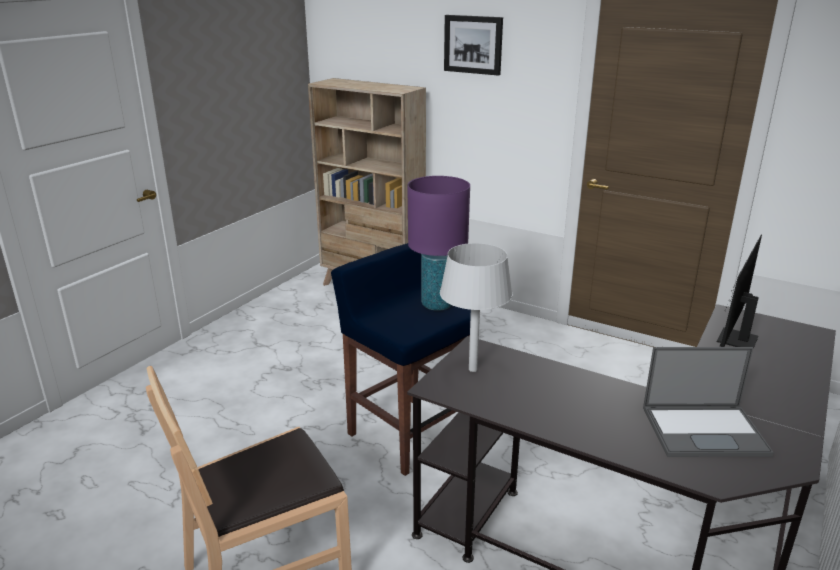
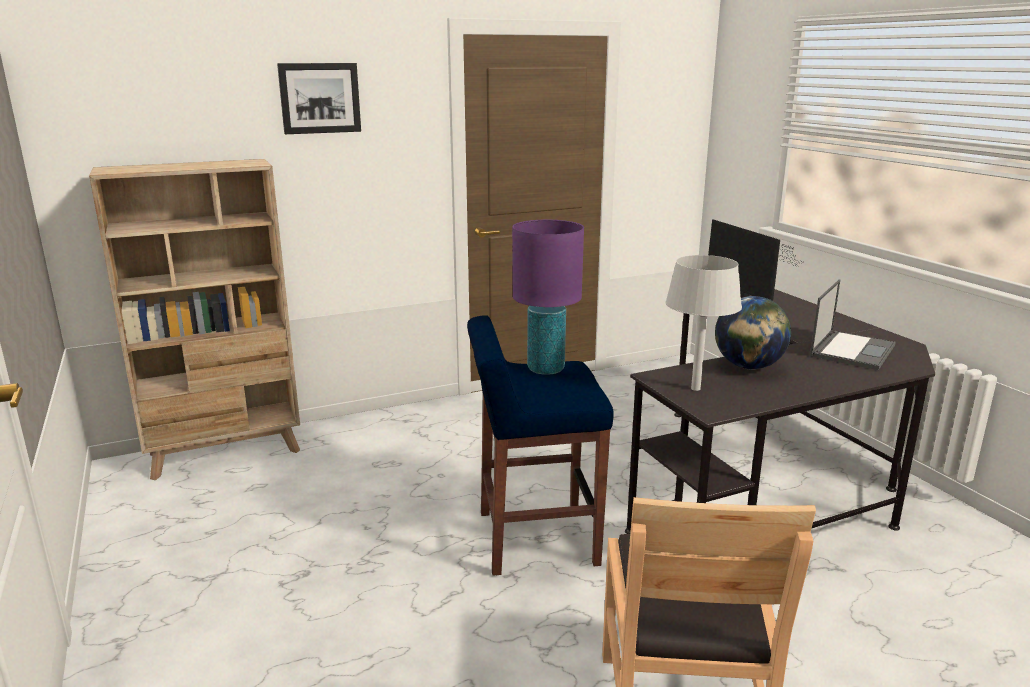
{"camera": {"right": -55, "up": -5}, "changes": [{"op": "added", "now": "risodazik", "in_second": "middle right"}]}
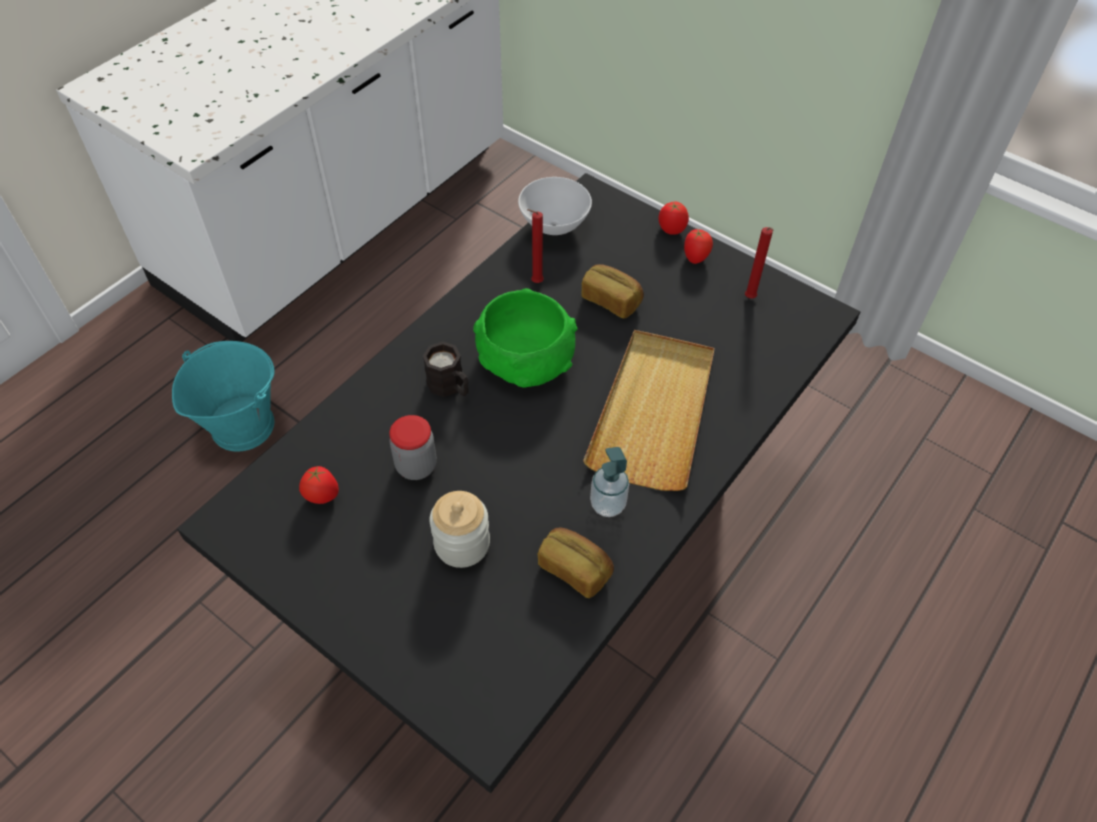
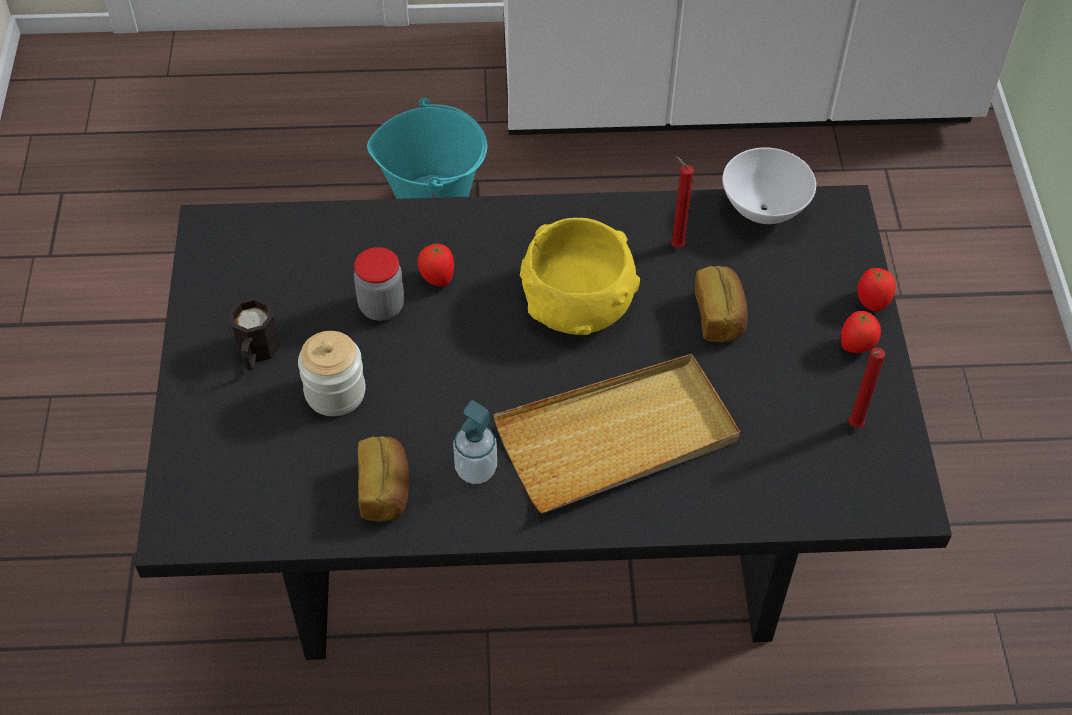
{"camera": {"right": 50, "up": 0}, "changes": [{"op": "moved", "was": "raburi (1st from left)", "in_first": "middle left", "in_second": "centre"}, {"op": "moved", "was": "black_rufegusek", "in_first": "centre", "in_second": "middle left"}, {"op": "recoloured", "was": "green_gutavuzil", "now": "yellow_gutavuzil", "in_first": "centre", "in_second": "centre"}]}
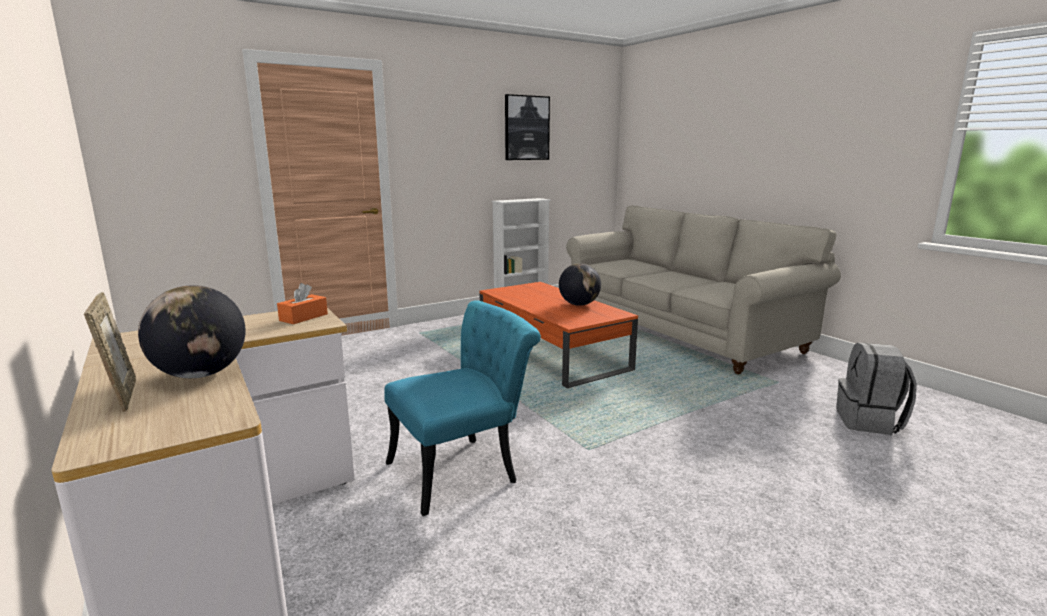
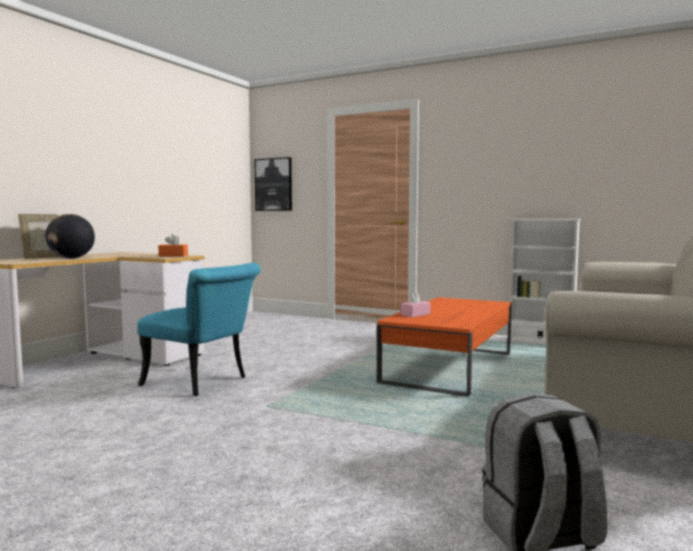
{"camera": {"right": 60, "up": -10}, "changes": [{"op": "removed", "was": "risodazik (2nd from left)", "in_first": "centre"}, {"op": "added", "now": "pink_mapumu", "in_second": "centre"}, {"op": "moved", "was": "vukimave", "in_first": "top centre", "in_second": "centre"}]}
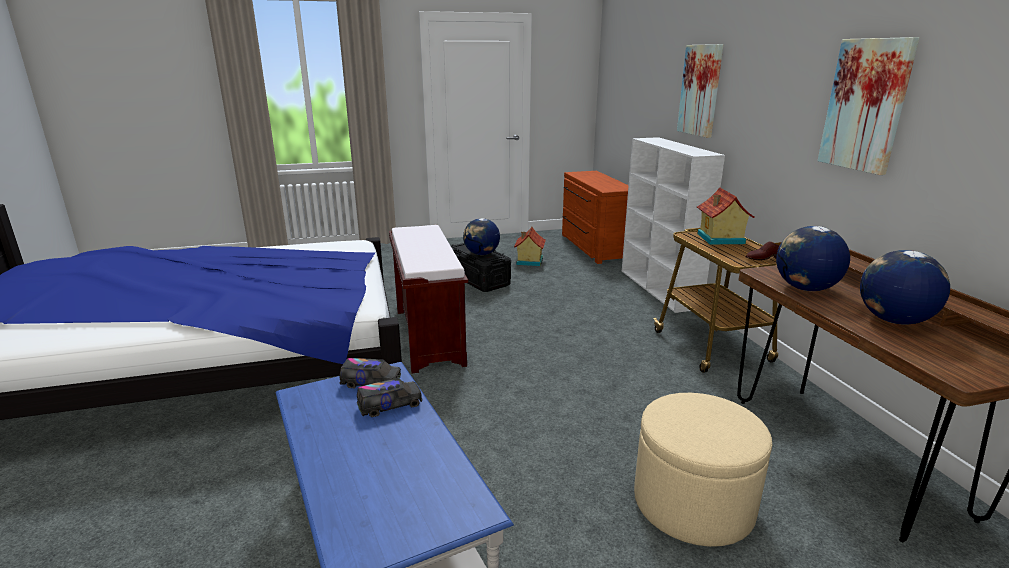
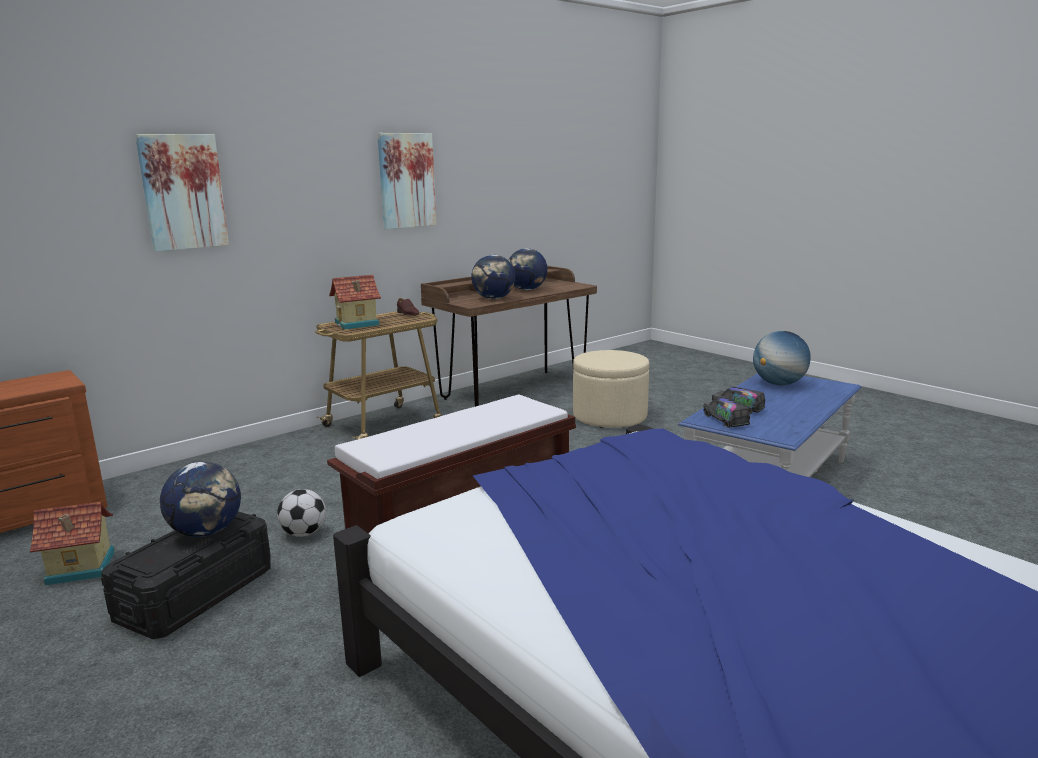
{"camera": {"right": -115, "up": -5}, "changes": [{"op": "removed", "was": "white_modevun", "in_first": "middle right"}, {"op": "added", "now": "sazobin", "in_second": "bottom left"}, {"op": "added", "now": "risodazik (4th from left)", "in_second": "middle right"}]}
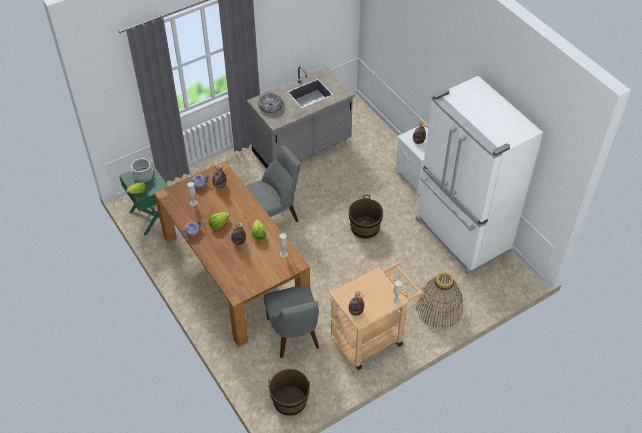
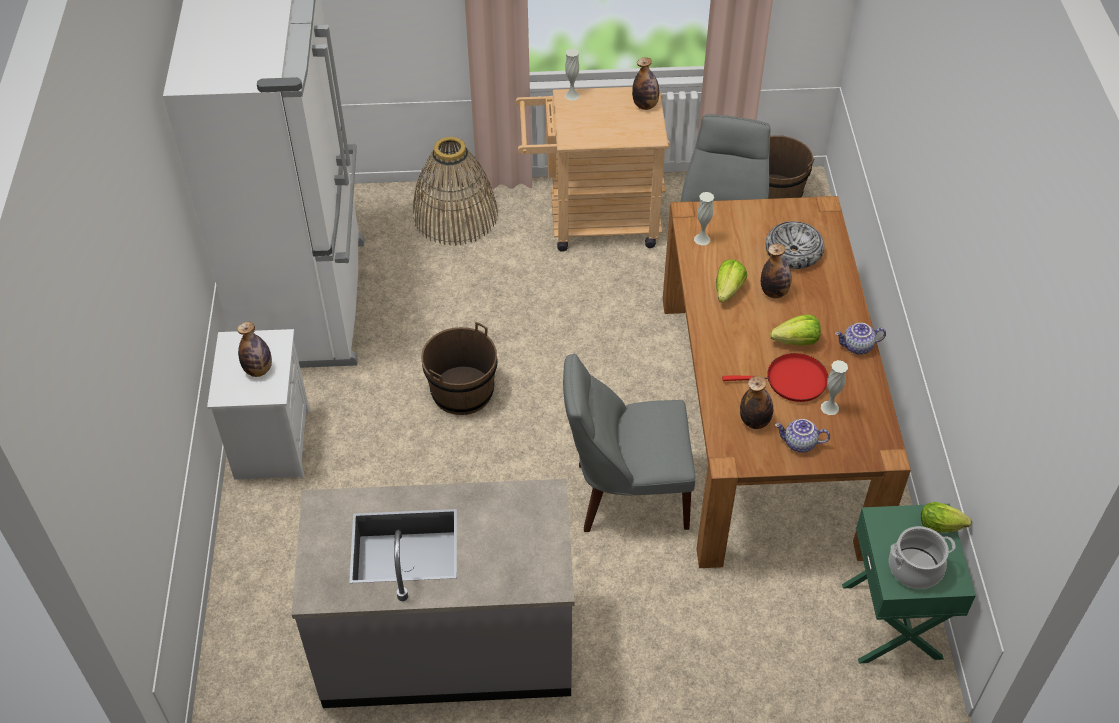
{"camera": {"right": -150, "up": 0}, "changes": [{"op": "added", "now": "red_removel", "in_second": "middle right"}, {"op": "moved", "was": "gutavuzil", "in_first": "top centre", "in_second": "middle right"}]}
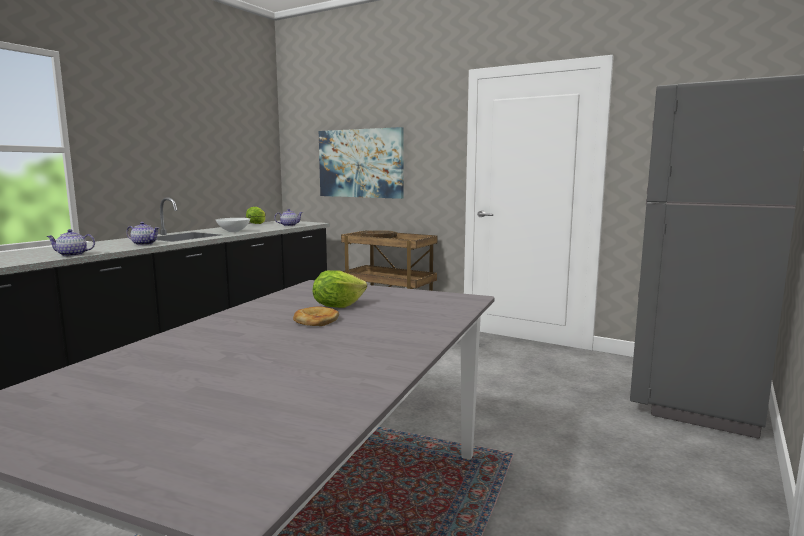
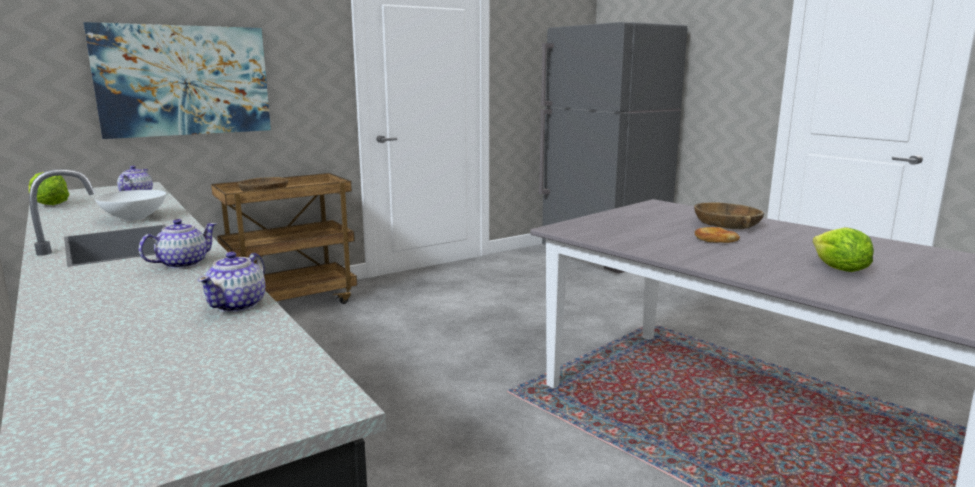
{"camera": {"right": -65, "up": 5}, "changes": [{"op": "added", "now": "brown_gutavuzil (2nd from left)", "in_second": "middle right"}, {"op": "moved", "was": "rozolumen (2nd from left)", "in_first": "centre", "in_second": "middle right"}]}
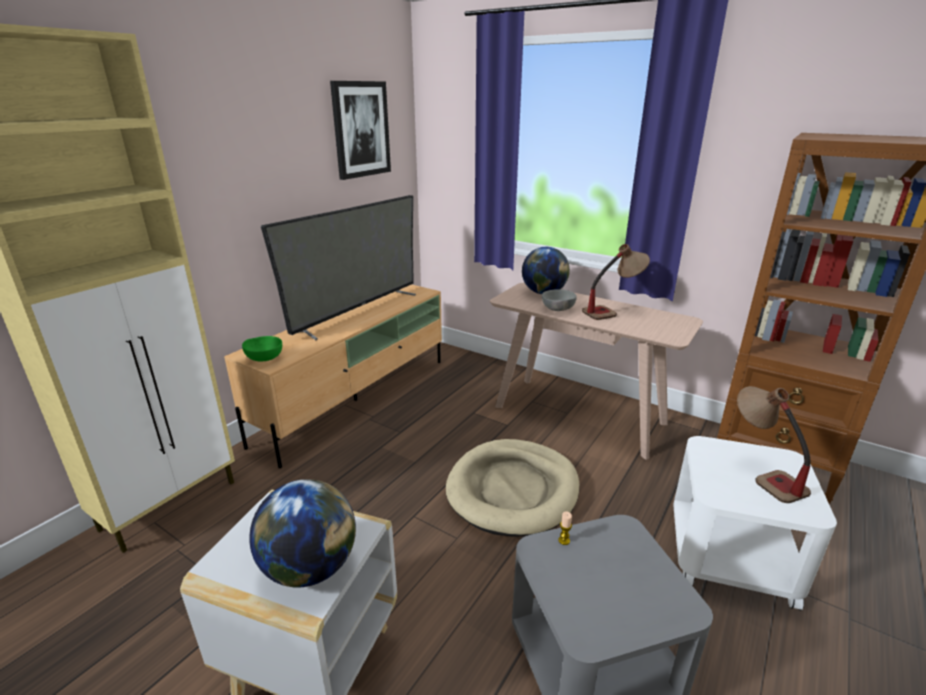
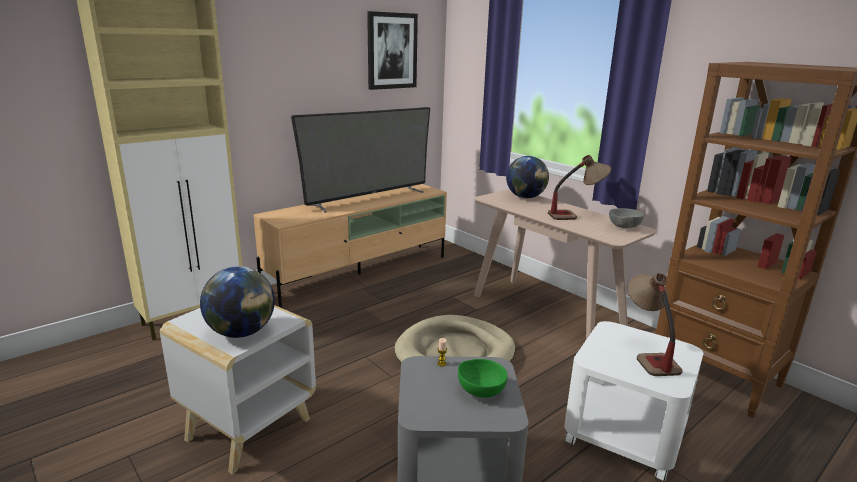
{"camera": {"right": 15, "up": -5}, "changes": [{"op": "moved", "was": "green_gutavuzil", "in_first": "middle left", "in_second": "bottom centre"}, {"op": "moved", "was": "grey_gutavuzil", "in_first": "centre", "in_second": "middle right"}]}
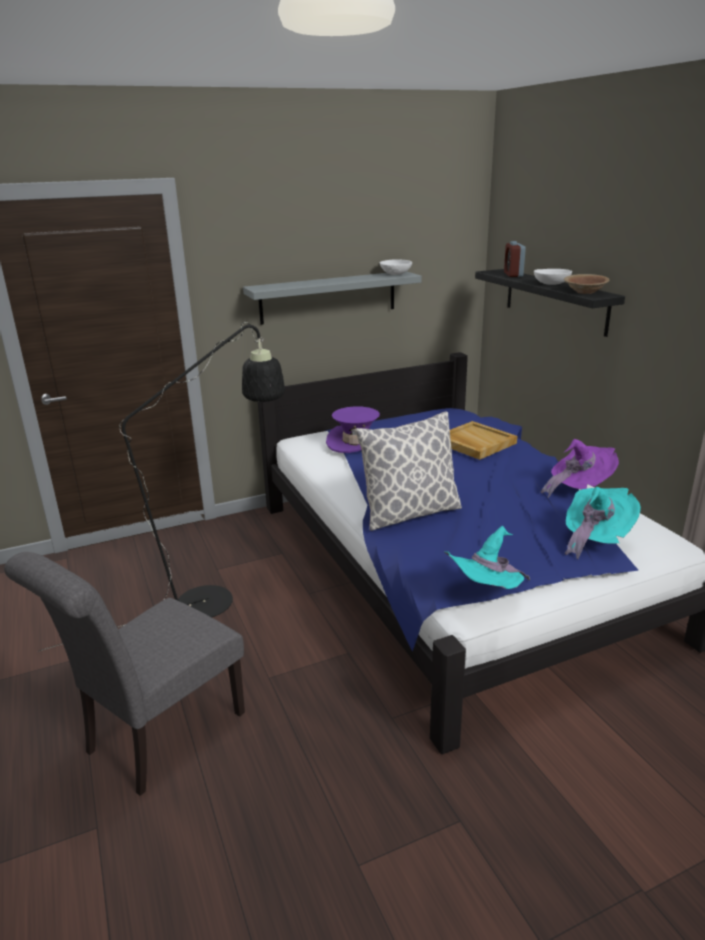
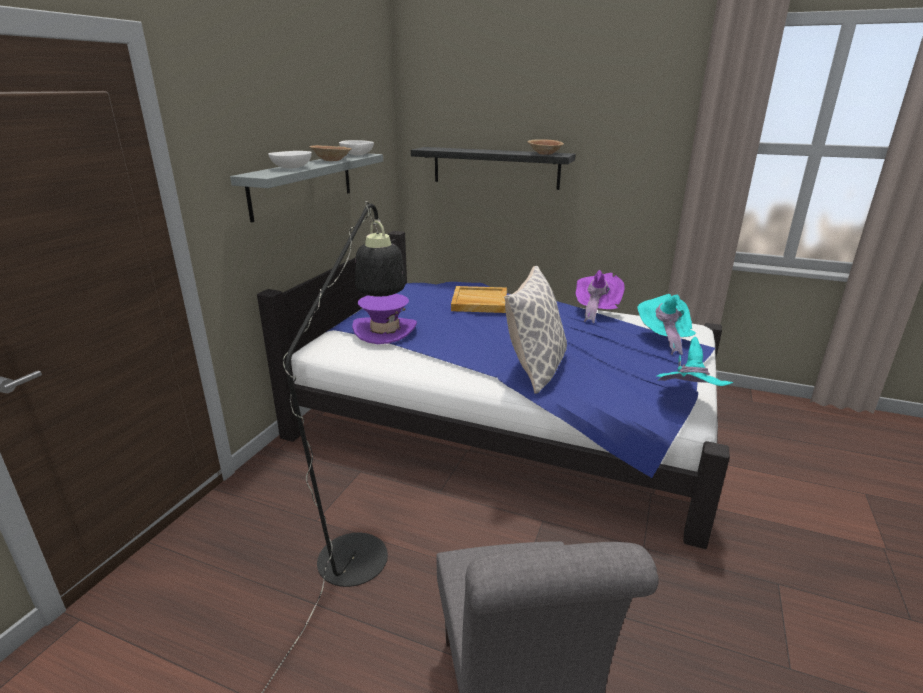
{"camera": {"right": -45, "up": 0}, "changes": [{"op": "removed", "was": "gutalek", "in_first": "top right"}, {"op": "added", "now": "brown_gutavuzil (1st from left)", "in_second": "top centre"}, {"op": "moved", "was": "white_gutavuzil (2nd from left in the first image)", "now": "white_gutavuzil (1st from left)", "in_first": "top right", "in_second": "top left"}]}
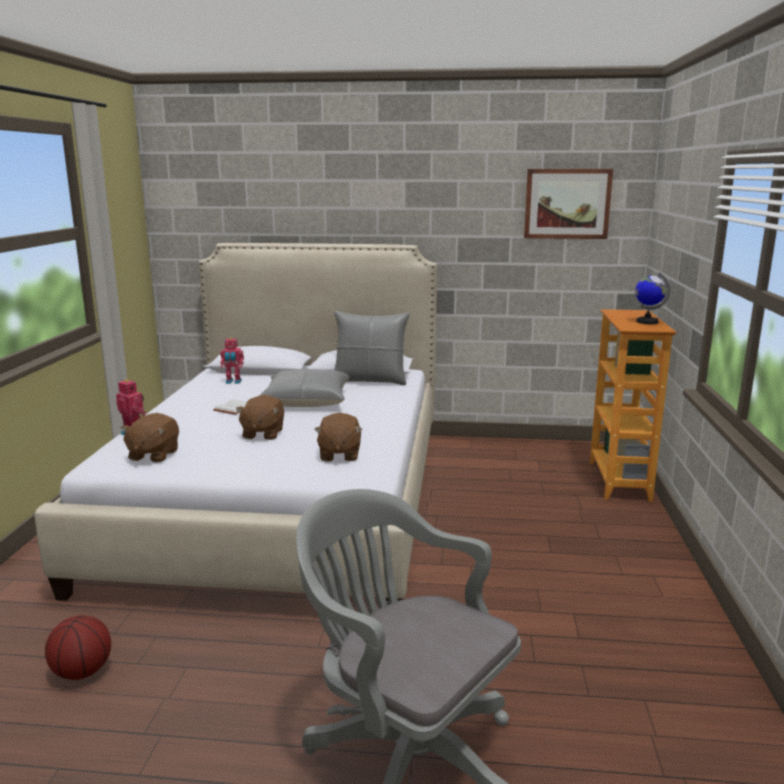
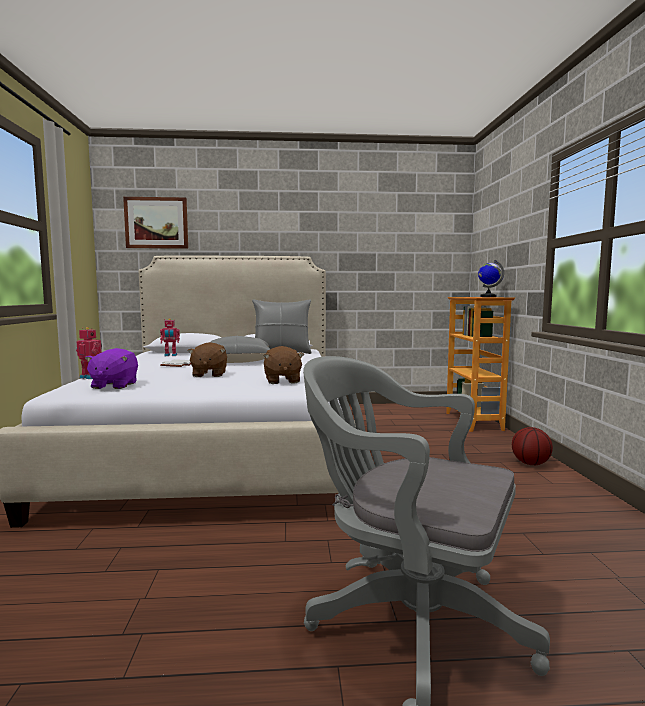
{"camera": {"right": -10, "up": -10}, "changes": [{"op": "moved", "was": "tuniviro", "in_first": "bottom left", "in_second": "middle right"}, {"op": "moved", "was": "vukimave", "in_first": "top right", "in_second": "top left"}, {"op": "recoloured", "was": "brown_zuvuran (1st from left)", "now": "purple_zuvuran", "in_first": "middle left", "in_second": "middle left"}]}
